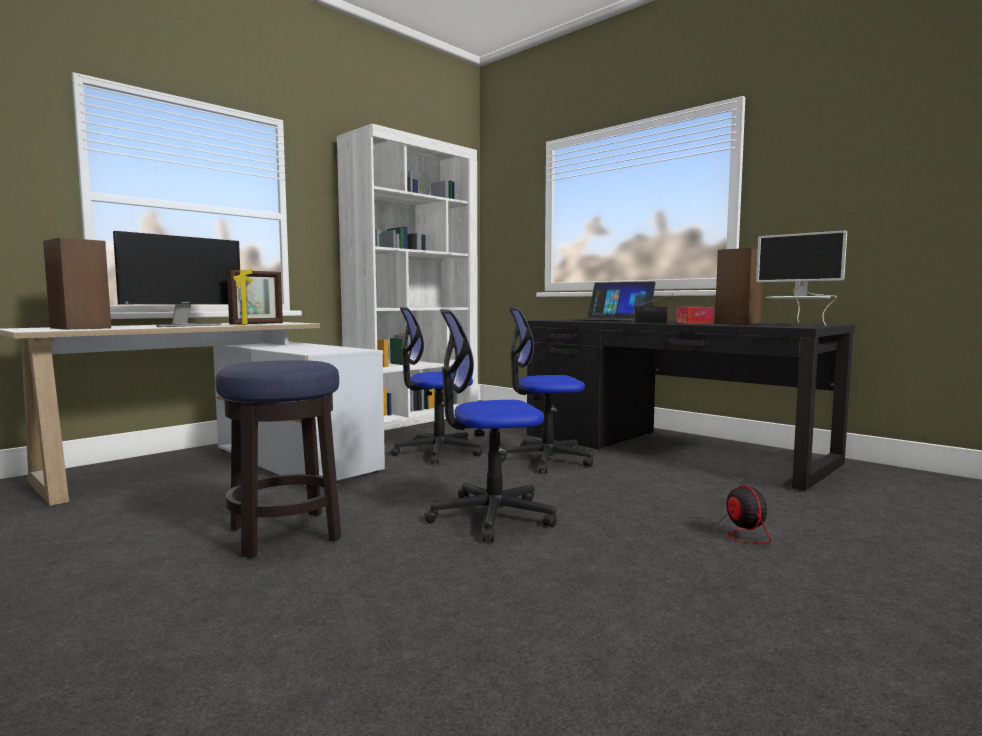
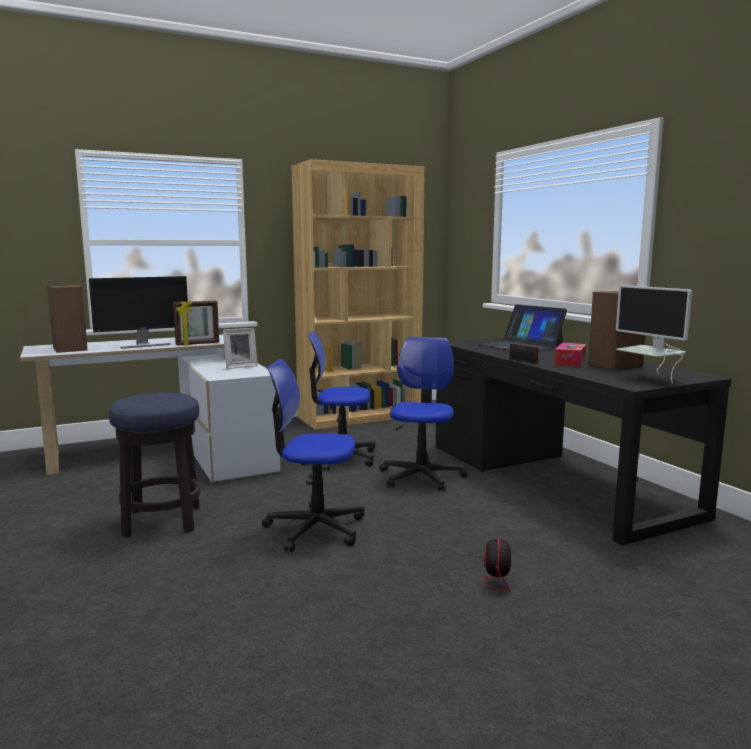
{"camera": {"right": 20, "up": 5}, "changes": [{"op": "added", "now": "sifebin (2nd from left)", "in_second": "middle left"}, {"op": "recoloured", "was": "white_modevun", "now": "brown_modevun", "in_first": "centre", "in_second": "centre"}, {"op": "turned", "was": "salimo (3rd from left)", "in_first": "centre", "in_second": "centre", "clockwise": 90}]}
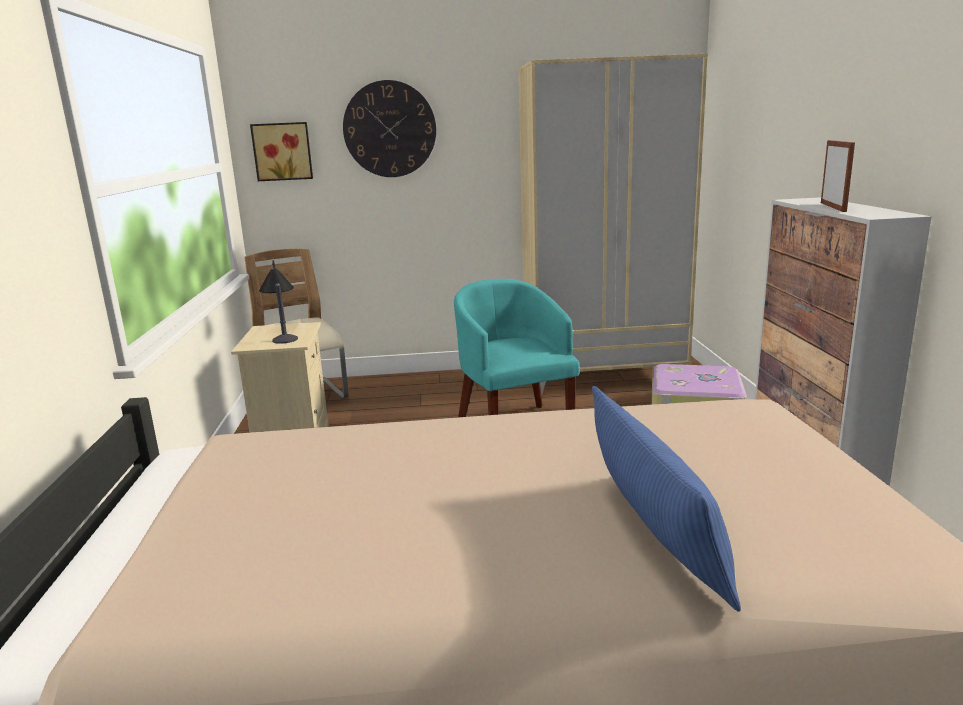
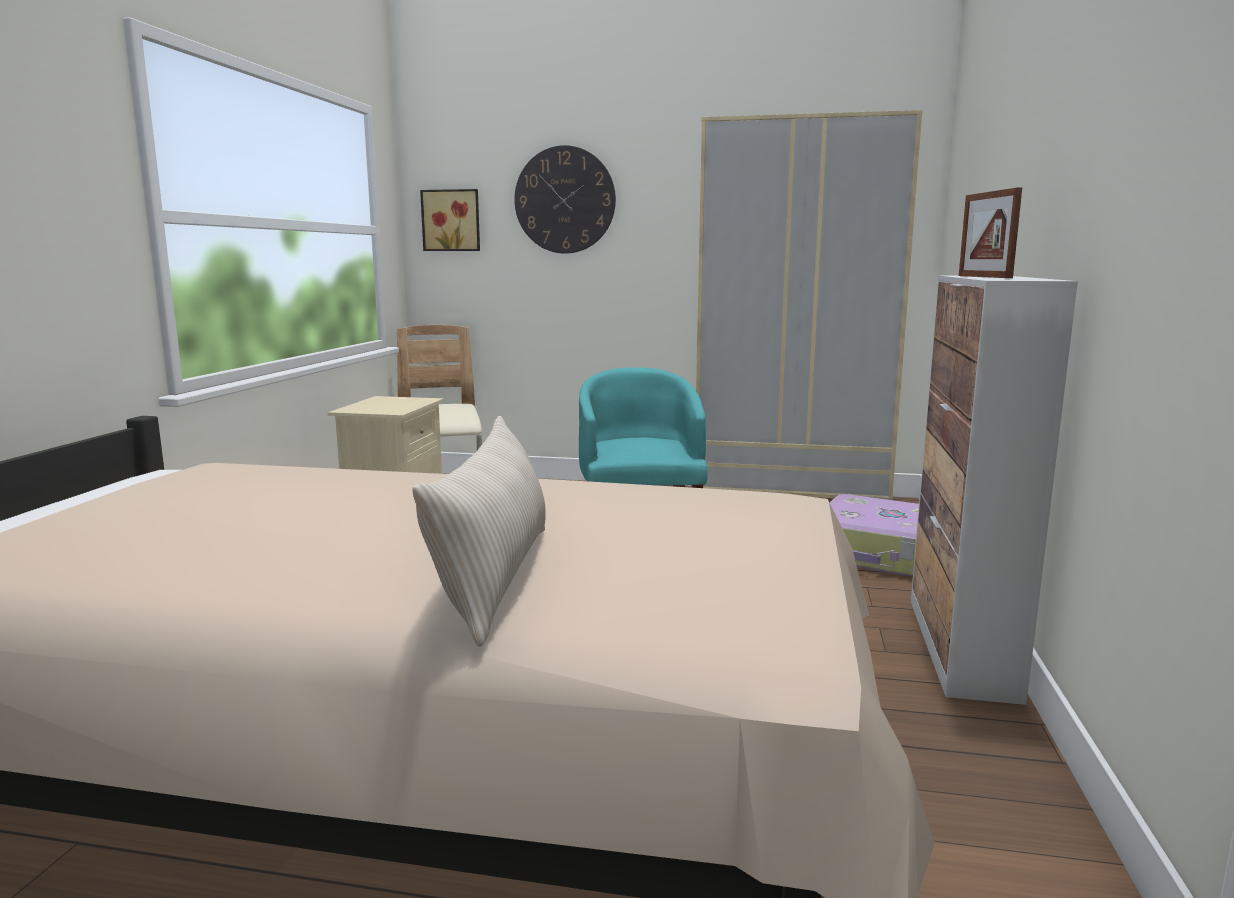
{"camera": {"right": 15, "up": -5}, "changes": [{"op": "removed", "was": "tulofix", "in_first": "middle left"}, {"op": "recoloured", "was": "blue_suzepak", "now": "beige_suzepak", "in_first": "bottom right", "in_second": "centre"}, {"op": "turned", "was": "sifebin", "in_first": "top right", "in_second": "top right", "clockwise": 150}]}
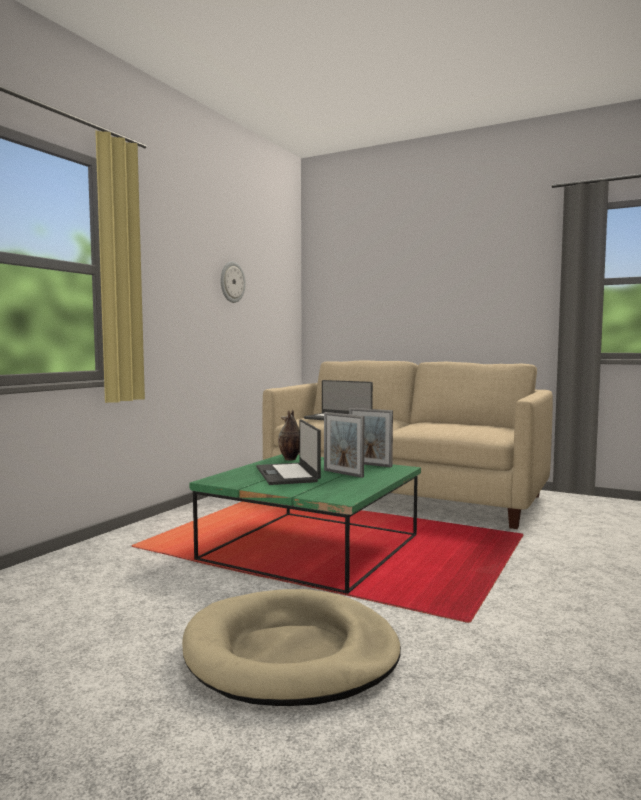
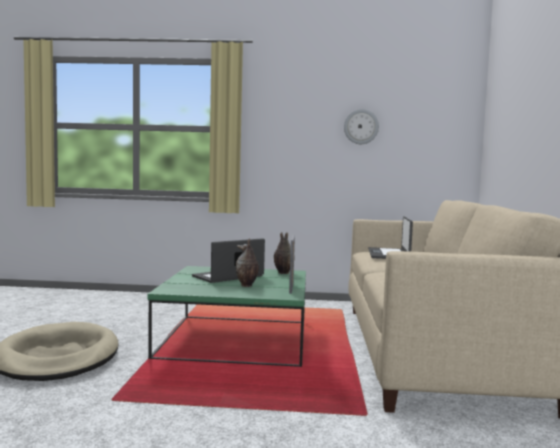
{"camera": {"right": 65, "up": 0}, "changes": [{"op": "replaced", "was": "sifebin (1st from left)", "now": "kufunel (1st from left)", "in_first": "centre", "in_second": "centre"}]}
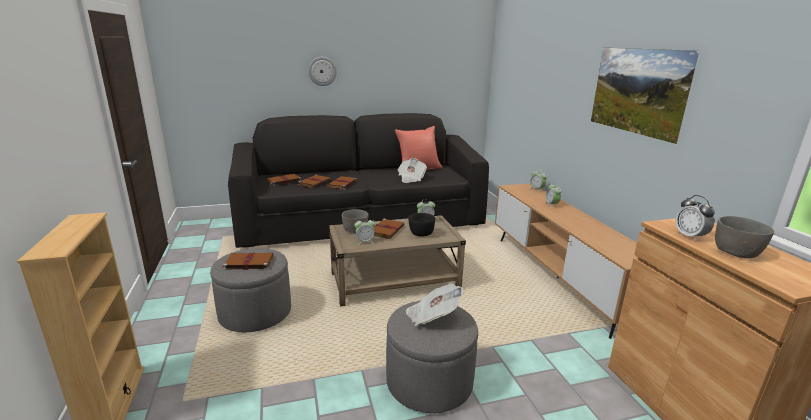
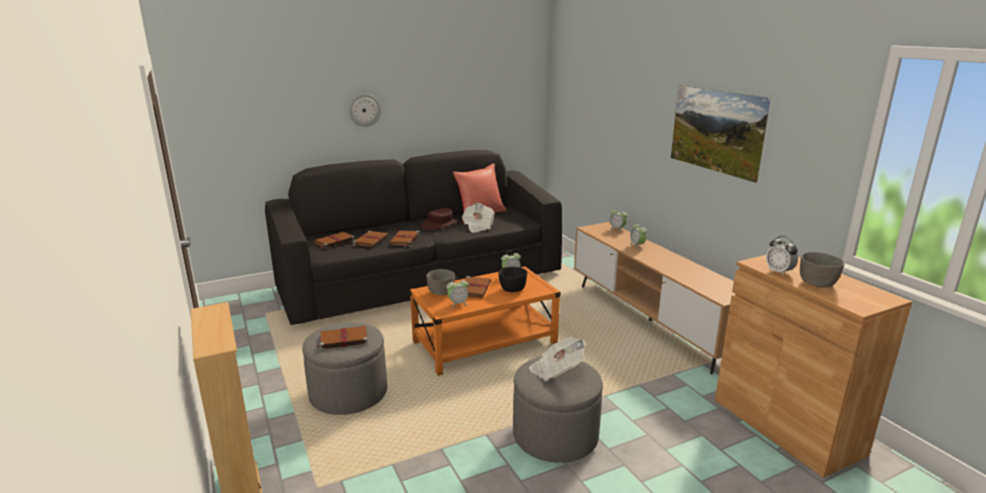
{"camera": {"right": -10, "up": 0}, "changes": [{"op": "added", "now": "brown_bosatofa", "in_second": "centre"}, {"op": "recoloured", "was": "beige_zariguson", "now": "orange_zariguson", "in_first": "centre", "in_second": "centre"}]}
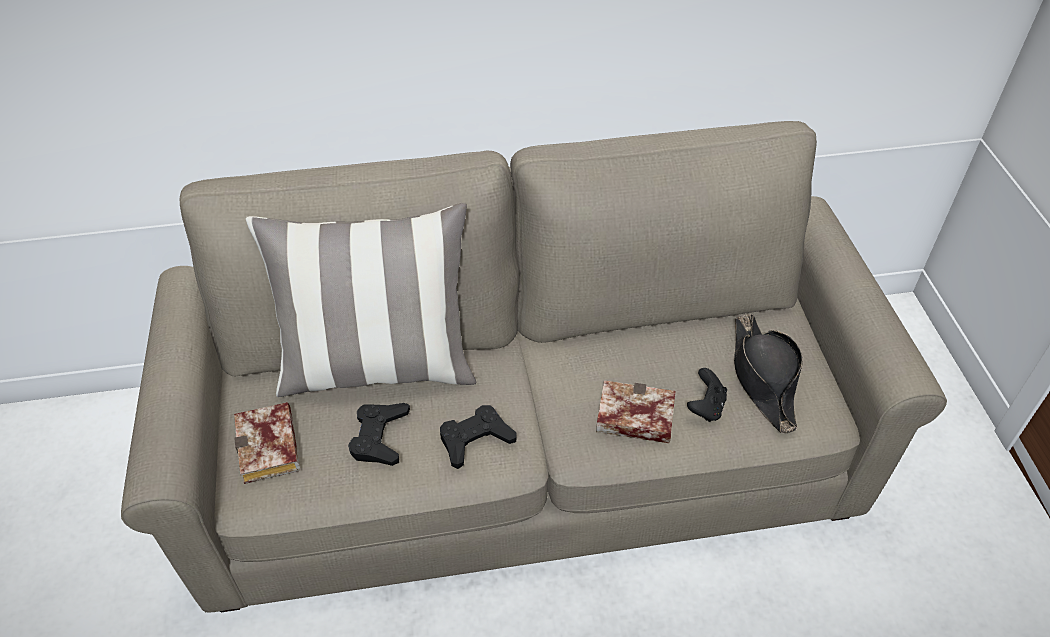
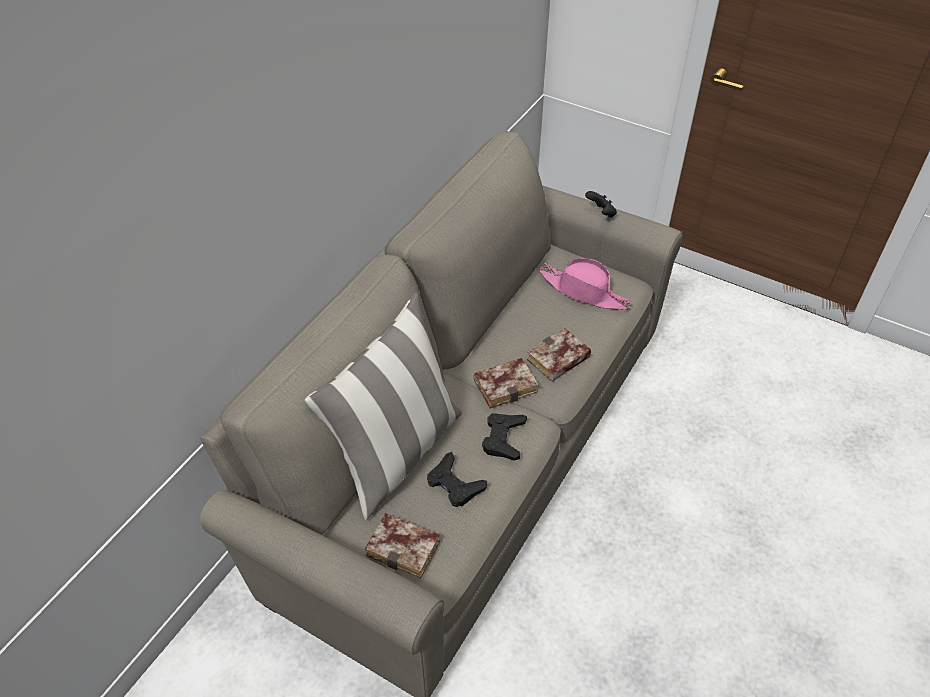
{"camera": {"right": -50, "up": 0}, "changes": [{"op": "added", "now": "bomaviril (2nd from left)", "in_second": "centre"}, {"op": "moved", "was": "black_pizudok (3rd from left)", "in_first": "middle right", "in_second": "top centre"}, {"op": "recoloured", "was": "black_bosatofa", "now": "pink_bosatofa", "in_first": "middle right", "in_second": "centre"}]}
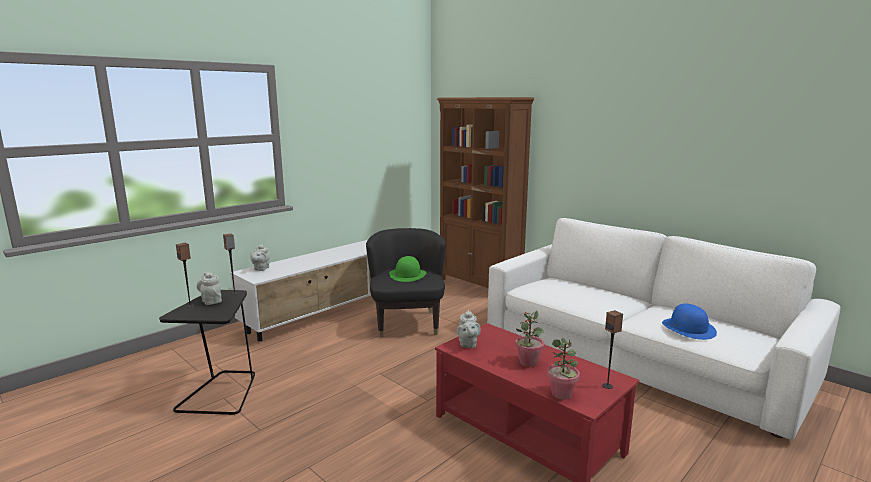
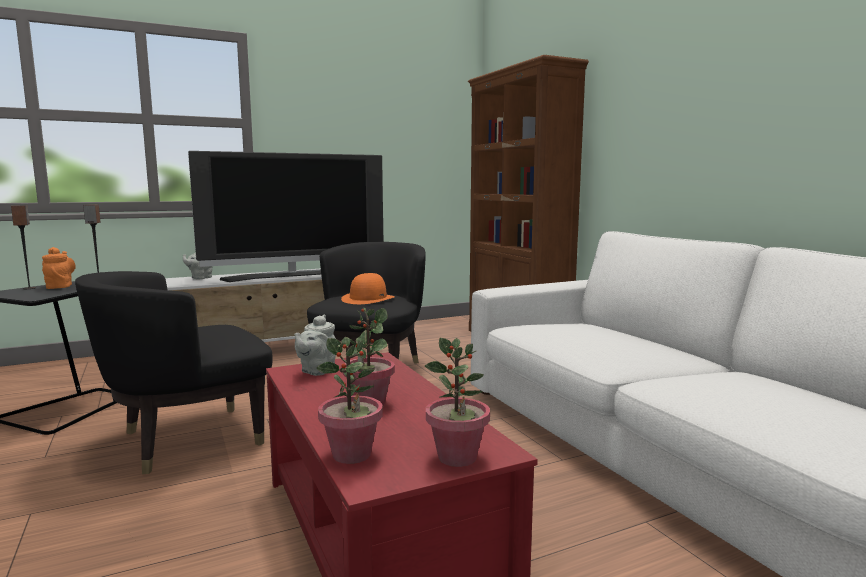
{"camera": {"right": 20, "up": -5}, "changes": [{"op": "removed", "was": "blue_bosatofa", "in_first": "bottom right"}, {"op": "added", "now": "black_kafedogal (1st from left)", "in_second": "middle left"}, {"op": "added", "now": "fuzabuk", "in_second": "middle left"}, {"op": "replaced", "was": "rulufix (3rd from left)", "now": "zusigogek (3rd from left)", "in_first": "bottom right", "in_second": "bottom centre"}, {"op": "recoloured", "was": "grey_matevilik (1st from left)", "now": "orange_matevilik", "in_first": "middle left", "in_second": "middle left"}, {"op": "recoloured", "was": "green_bosatofa", "now": "orange_bosatofa", "in_first": "centre", "in_second": "centre"}]}
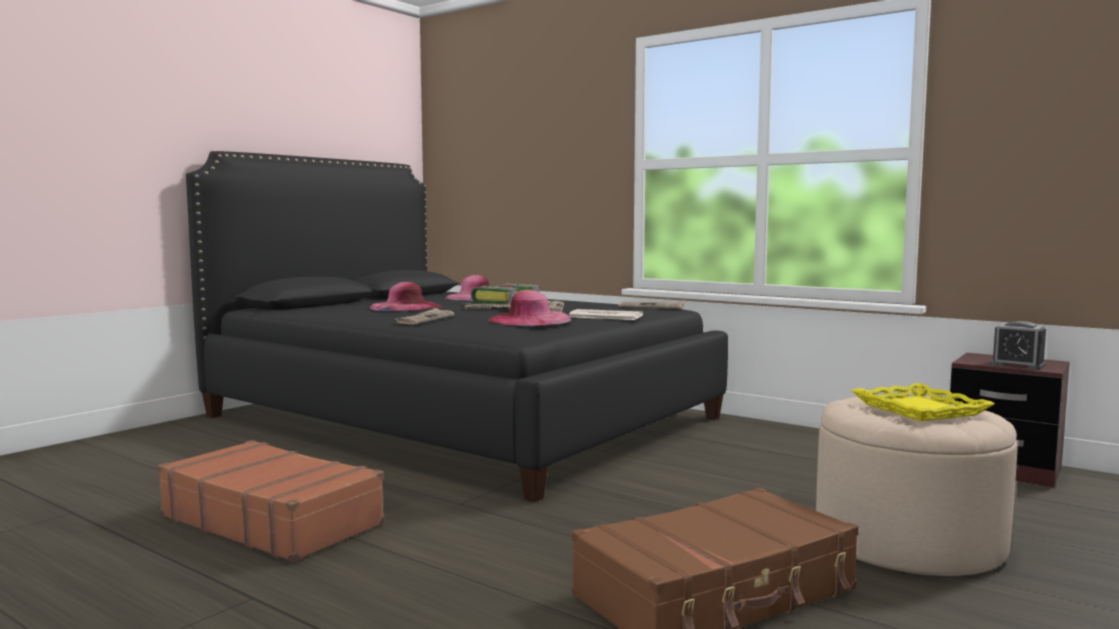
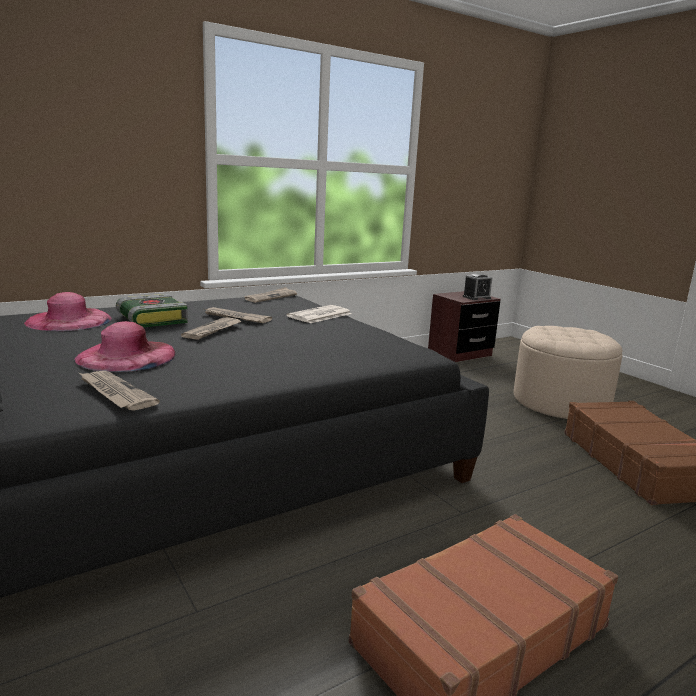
{"camera": {"right": -70, "up": 10}, "changes": [{"op": "removed", "was": "pink_bosatofa (3rd from left)", "in_first": "centre"}, {"op": "removed", "was": "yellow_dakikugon", "in_first": "middle right"}, {"op": "moved", "was": "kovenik (1st from left)", "in_first": "centre", "in_second": "middle left"}]}
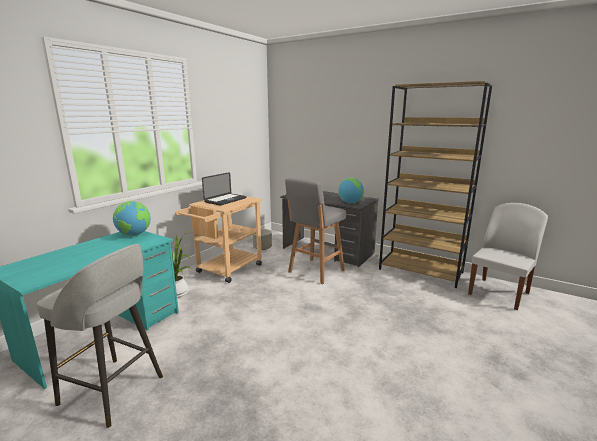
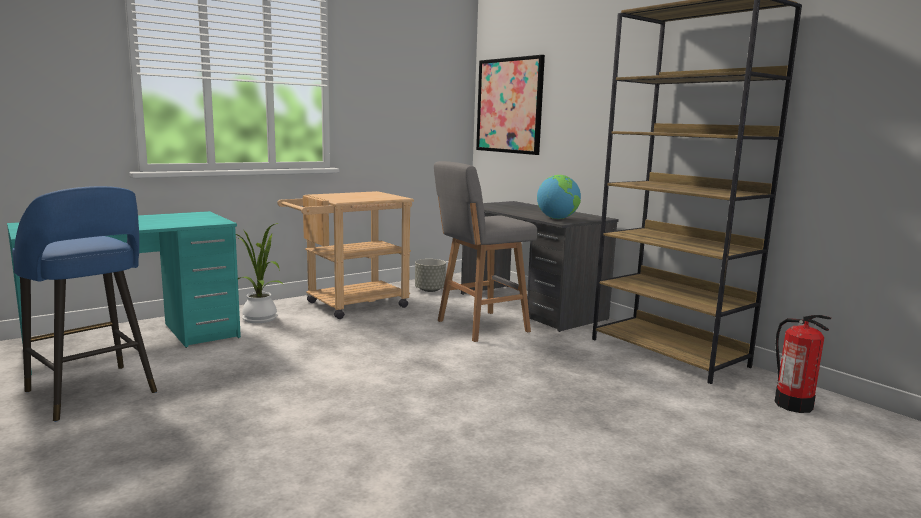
{"camera": {"right": 20, "up": -5}, "changes": [{"op": "removed", "was": "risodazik (1st from left)", "in_first": "middle left"}, {"op": "removed", "was": "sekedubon", "in_first": "centre"}, {"op": "added", "now": "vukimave", "in_second": "top centre"}, {"op": "replaced", "was": "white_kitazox", "now": "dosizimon", "in_first": "middle right", "in_second": "bottom right"}, {"op": "recoloured", "was": "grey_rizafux (1st from left)", "now": "blue_rizafux", "in_first": "bottom left", "in_second": "middle left"}]}
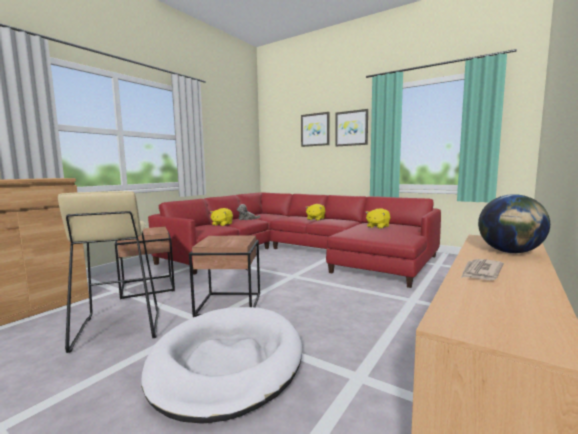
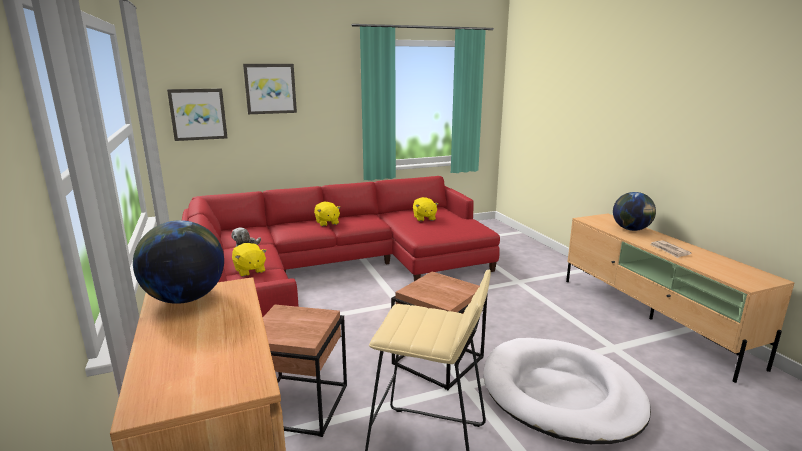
{"camera": {"right": -55, "up": 10}, "changes": [{"op": "added", "now": "risodazik (1st from left)", "in_second": "middle left"}, {"op": "moved", "was": "vukimave (2nd from left in the first image)", "now": "vukimave (1st from left)", "in_first": "top centre", "in_second": "top left"}]}
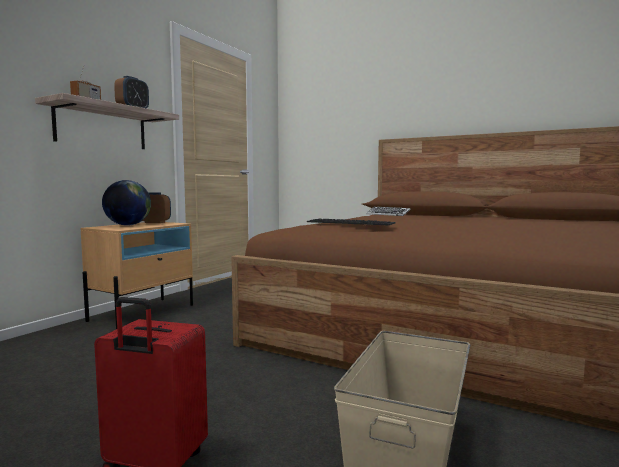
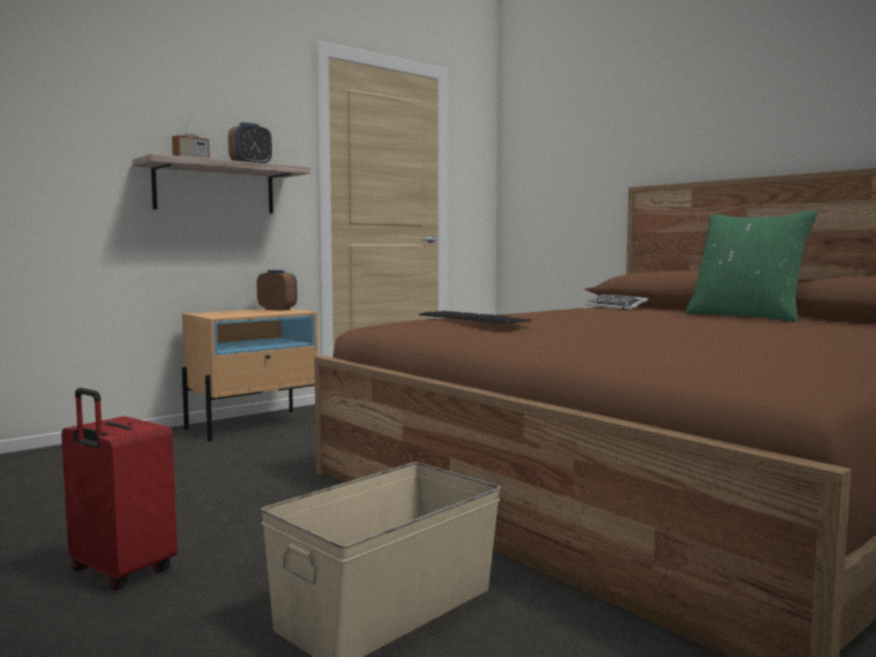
{"camera": {"right": 20, "up": 0}, "changes": [{"op": "removed", "was": "risodazik", "in_first": "middle left"}, {"op": "added", "now": "green_suzepak", "in_second": "middle right"}]}
